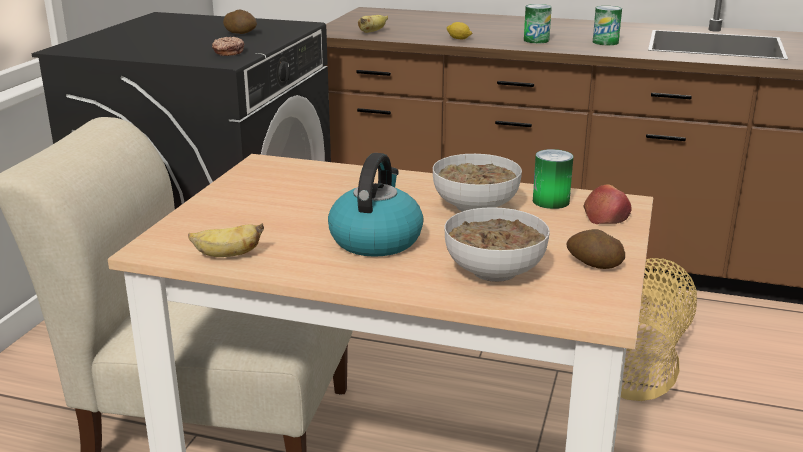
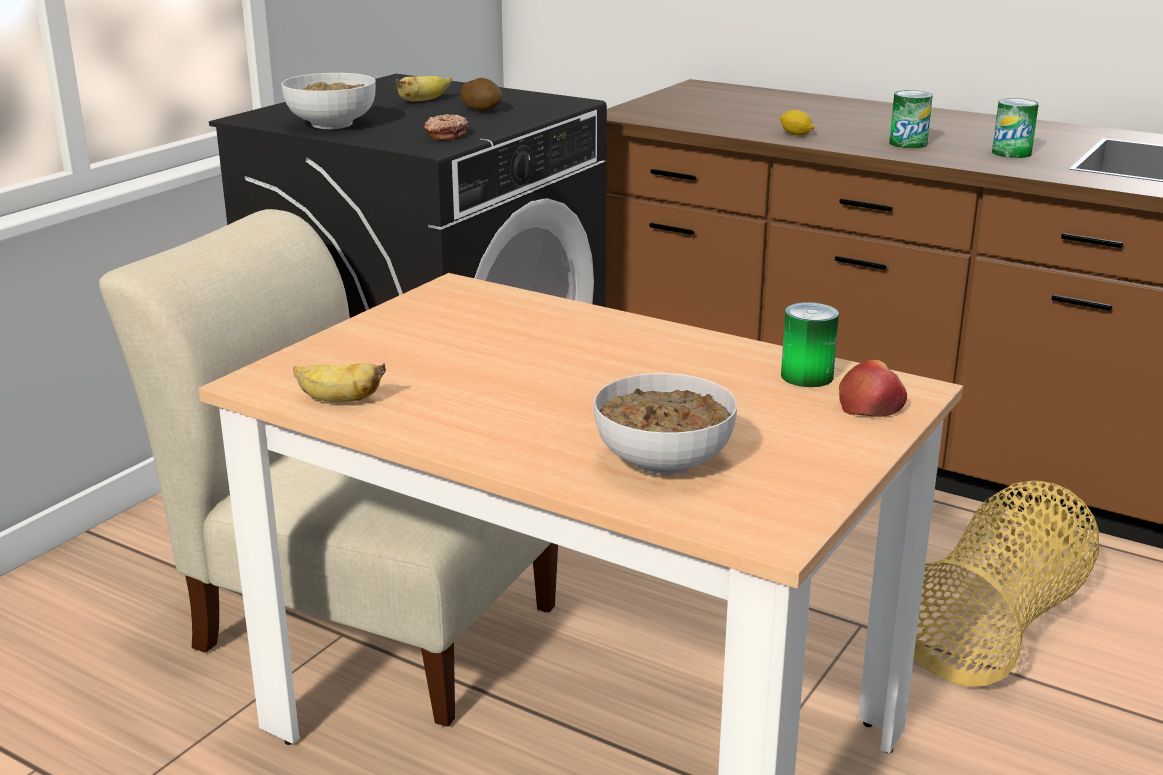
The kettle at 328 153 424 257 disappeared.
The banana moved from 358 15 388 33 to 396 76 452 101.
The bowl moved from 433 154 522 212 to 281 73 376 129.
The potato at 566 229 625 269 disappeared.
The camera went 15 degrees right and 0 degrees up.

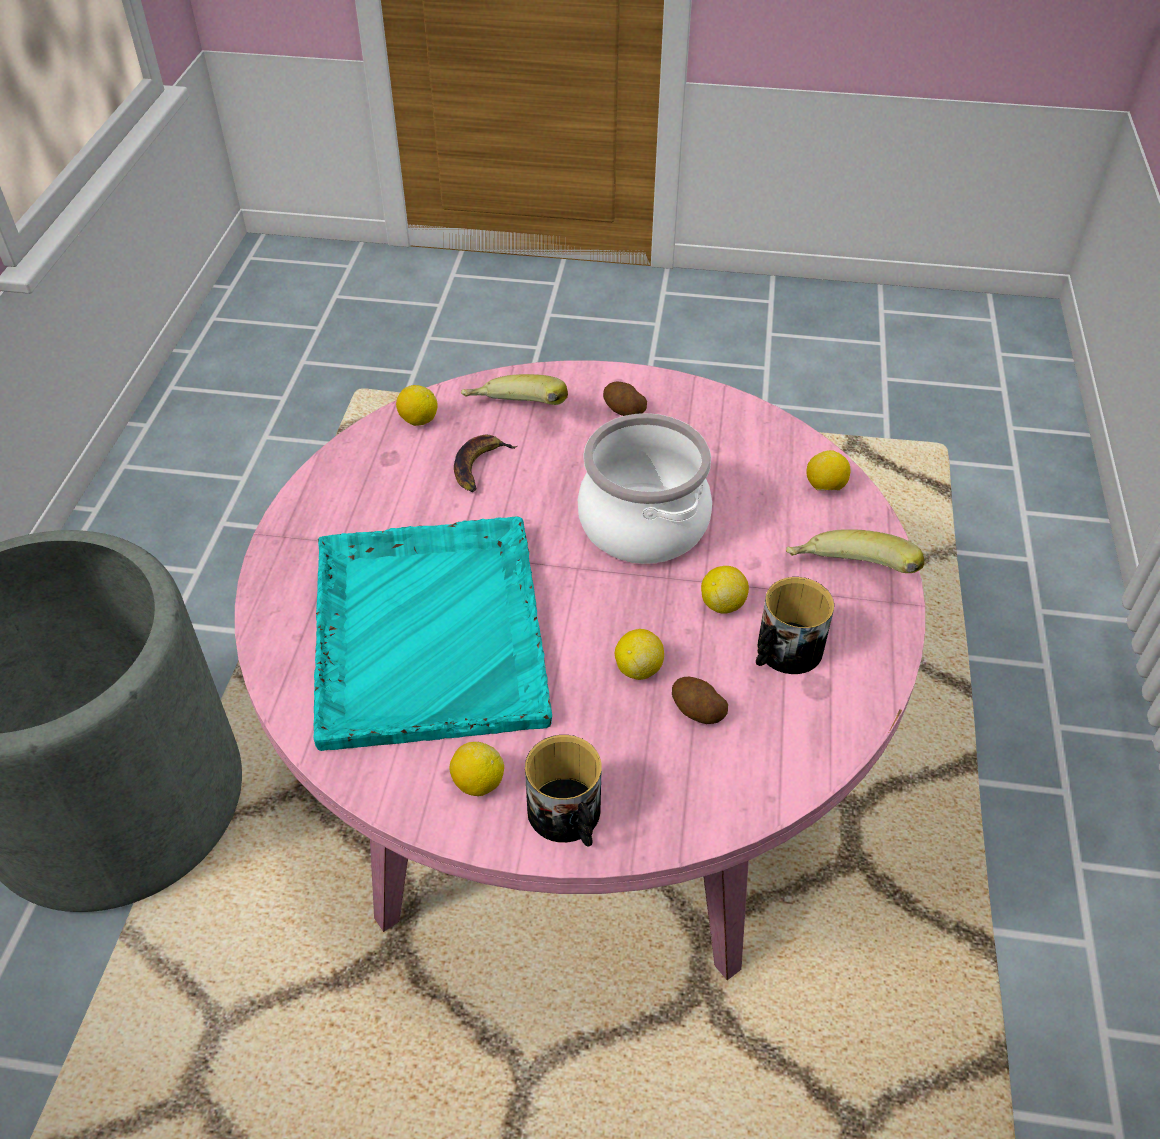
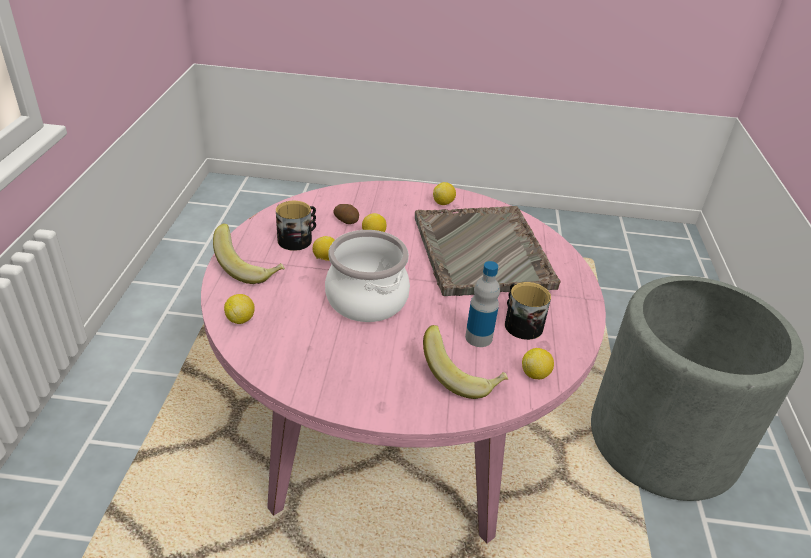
The turquoise tray at 314 516 552 751 became the grey tray at 415 206 561 296.
The banana at 454 435 518 492 was replaced by the bottle at 465 261 500 347.
The mug moved from 525 735 601 846 to 505 282 551 340.
The potato at 603 382 647 416 disappeared.
The camera went 175 degrees right and 10 degrees down.

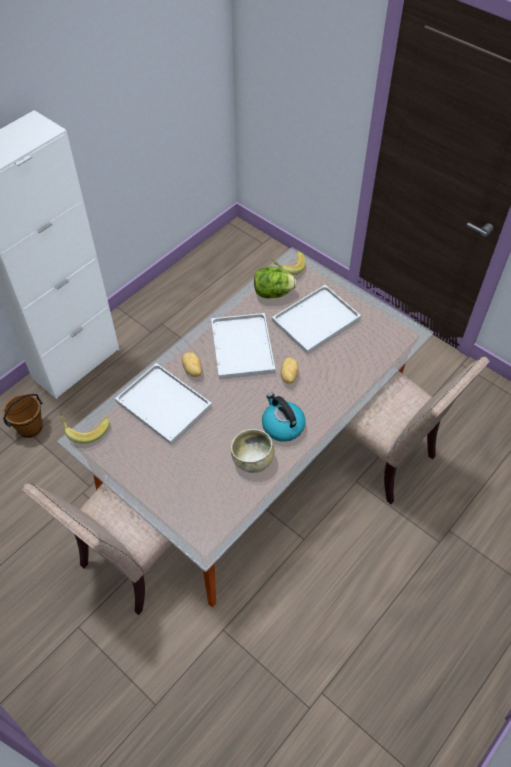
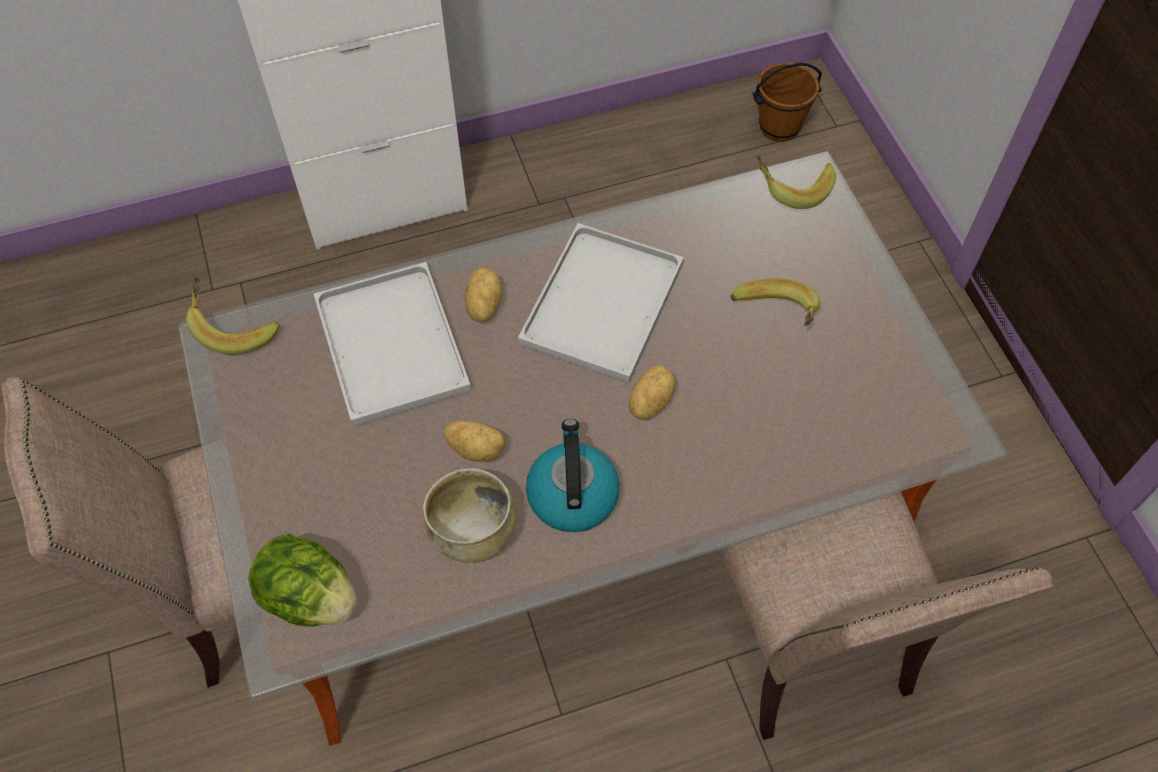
The brown bucket moved from 3 394 43 438 to 753 62 822 142.
The lettuce moved from 254 266 297 298 to 248 534 357 626.
The white tray at 272 285 361 354 was replaced by the banana at 730 278 820 326.
The potato at 444 420 506 462 appeared.
The camera went 30 degrees right and 5 degrees up.

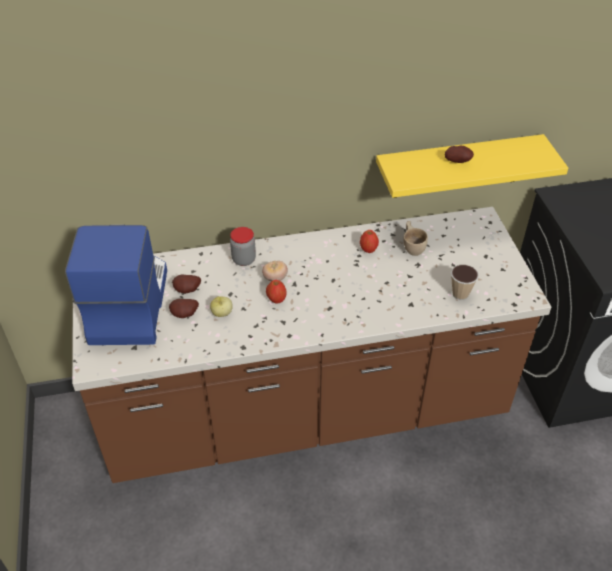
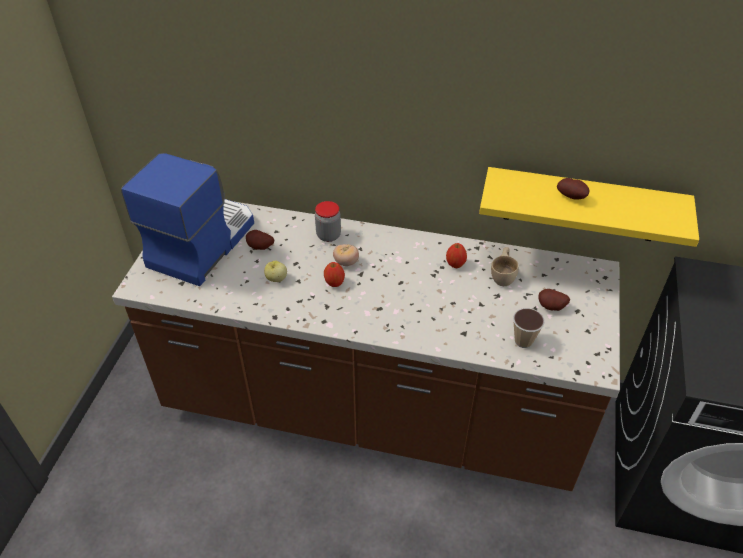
The potato moved from 169 299 199 318 to 538 289 570 311.
The camera went 25 degrees right and 0 degrees up.

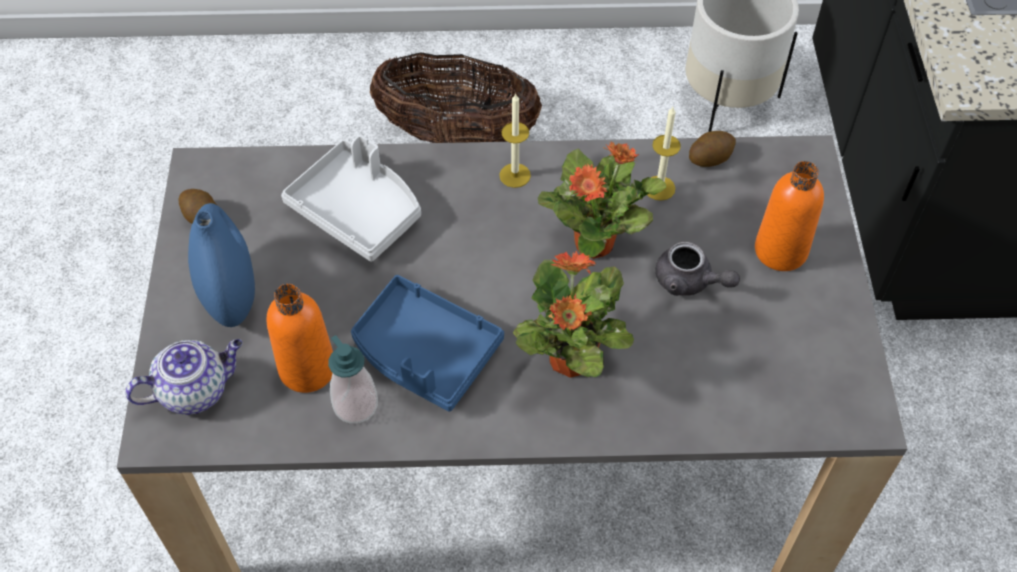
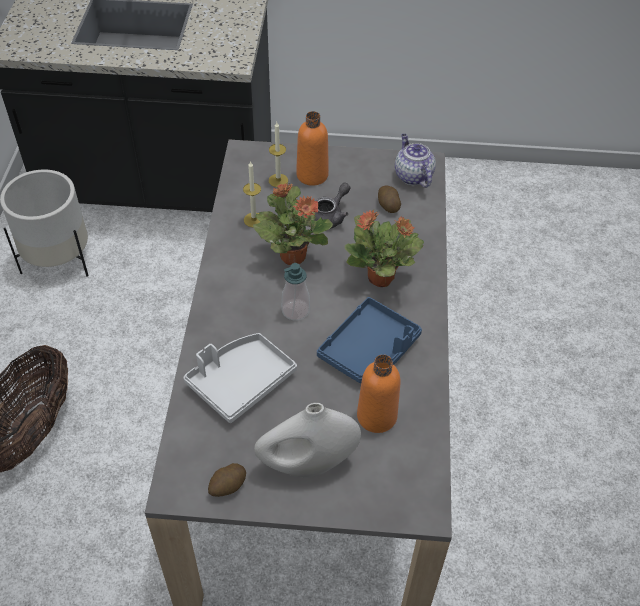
The teapot moved from 125 339 242 415 to 395 134 436 188.
The blue vase at 188 203 255 327 became the white vase at 254 403 361 478.
The soap dispenser moved from 328 335 378 424 to 281 263 310 321.
The candle moved from 499 93 531 188 to 269 122 288 187.
The potato moved from 689 131 736 167 to 378 186 401 213.
The camera went 85 degrees left and 5 degrees down.

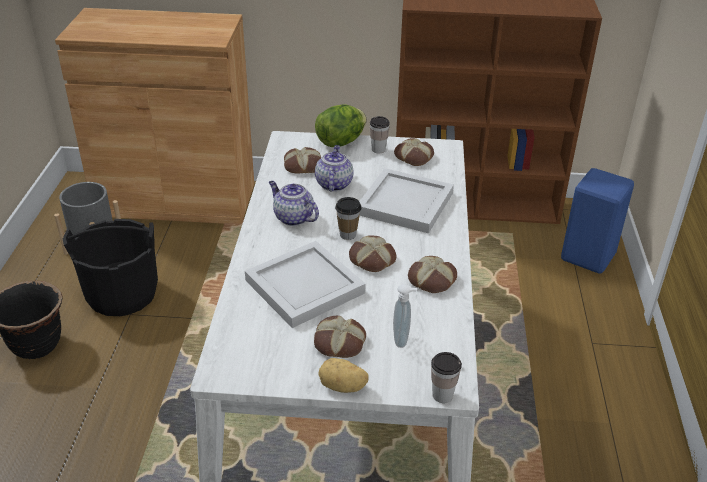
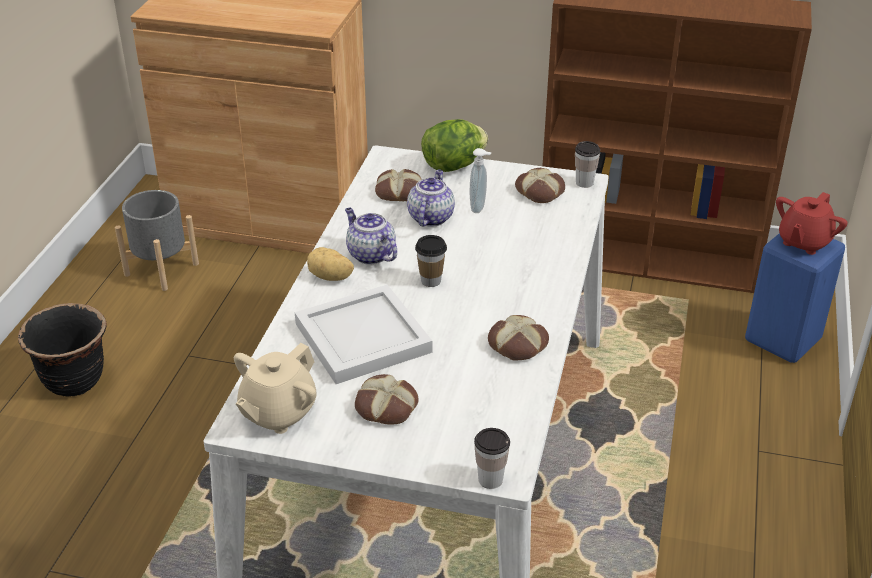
The black bucket at 63 219 158 316 disappeared.
The potato moved from 318 358 369 393 to 307 247 354 281.
The bread at 349 235 396 272 disappeared.
The white tray at 359 168 454 233 disappeared.
The cup moved from 370 116 390 153 to 575 141 600 188.
The soap dispenser moved from 393 284 417 348 to 469 148 492 213.
The beige teapot at 234 343 317 434 appeared.
The red teapot at 776 192 847 255 appeared.
The camera went 10 degrees right and 0 degrees up.

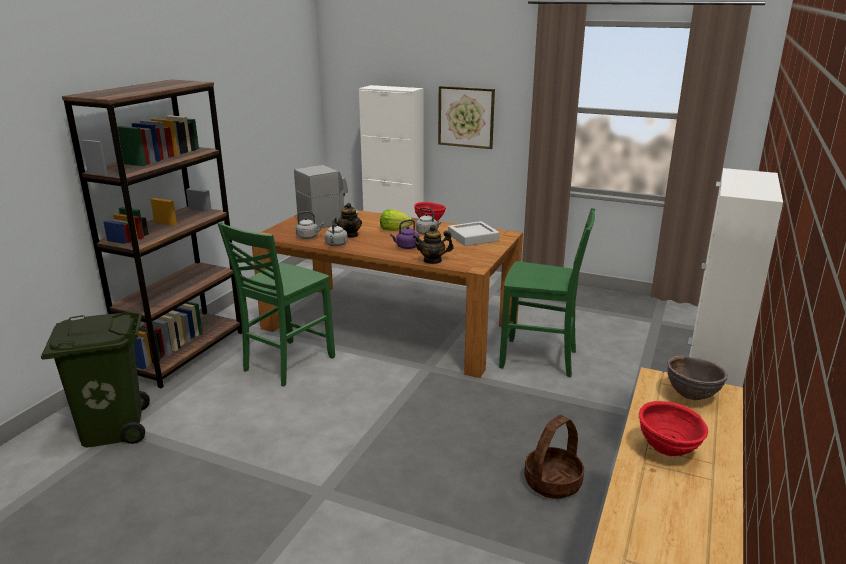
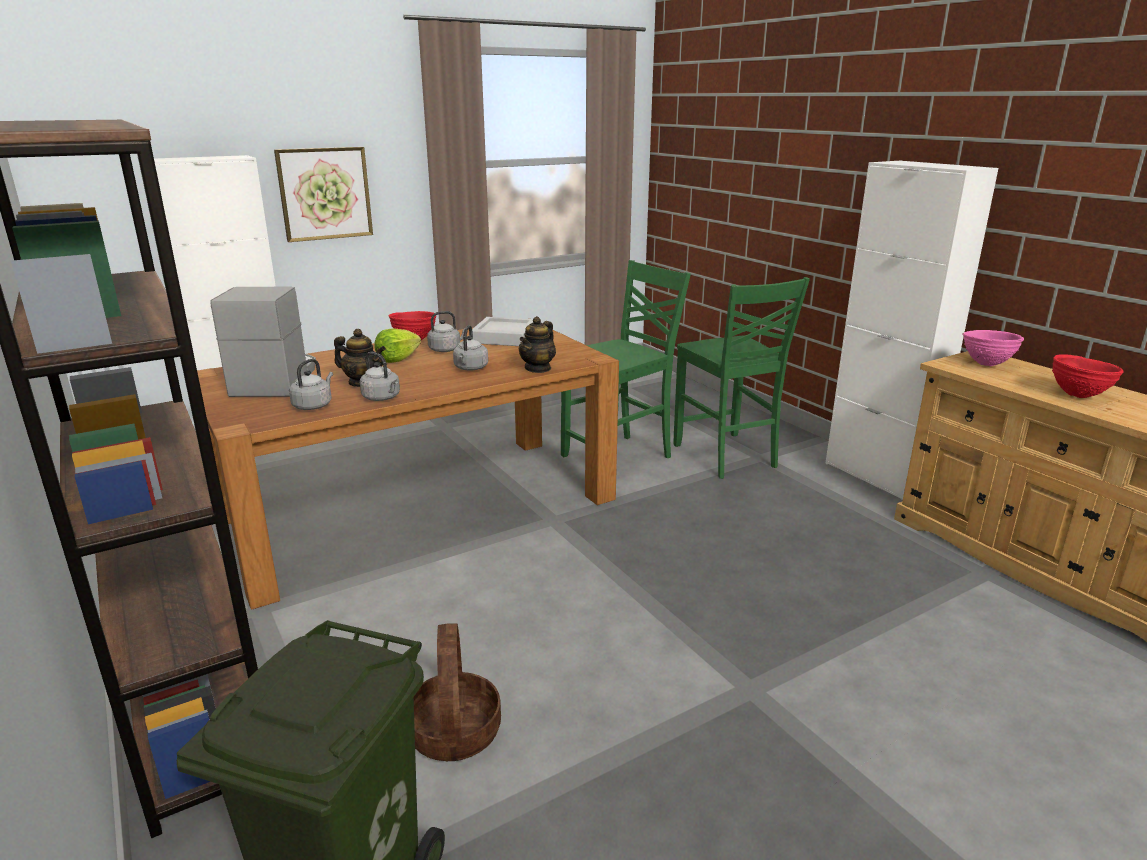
The green chair moved from 217 222 335 386 to 673 277 810 479.
The purple kettle at 390 219 419 249 became the grey kettle at 453 325 488 371.
The basket moved from 524 415 584 499 to 414 623 501 761.
The brown bowl at 668 356 728 400 became the pink bowl at 962 330 1024 366.
The camera went 55 degrees left and 0 degrees up.

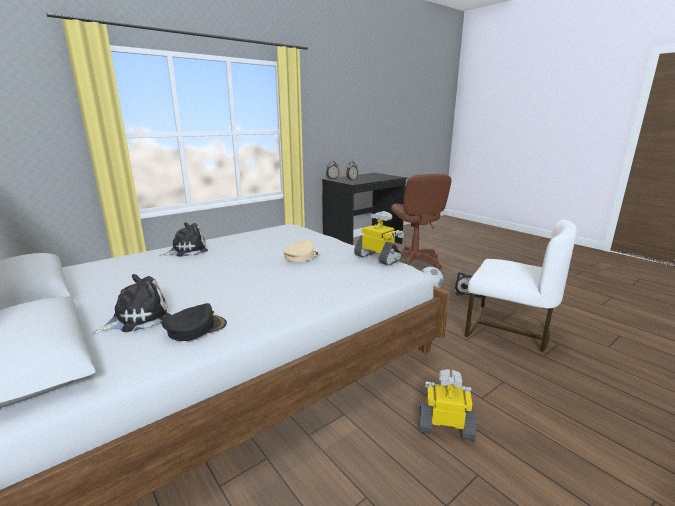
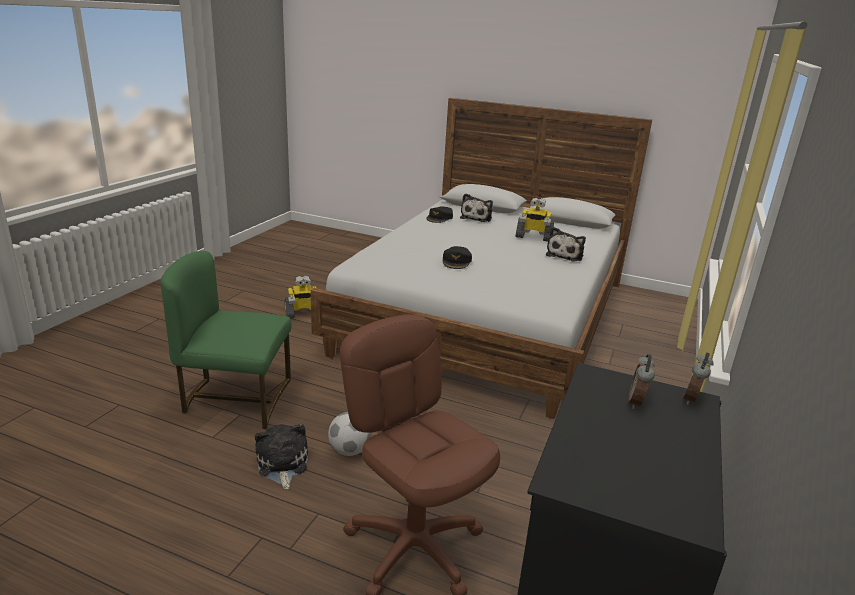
The beige cap at 283 239 319 262 became the black cap at 443 246 472 269.
The toy robot moved from 354 211 404 265 to 515 198 554 242.
The white chair at 465 220 577 352 became the green chair at 160 251 292 429.
The camera went 150 degrees right and 5 degrees up.

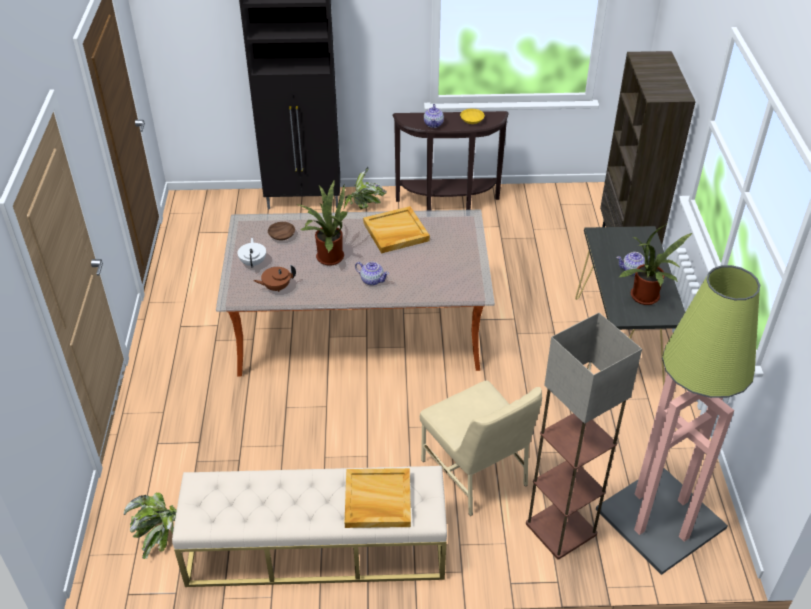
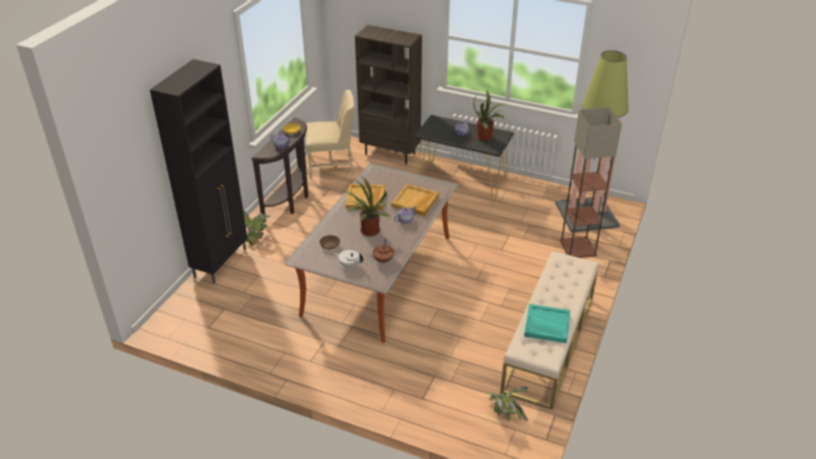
The beige tray moved from 344 468 411 528 to 391 184 439 216.
The beige chair moved from 420 380 542 516 to 305 90 355 178.
The turquoise tray at 524 304 570 343 appeared.
The camera went 65 degrees left and 5 degrees down.

